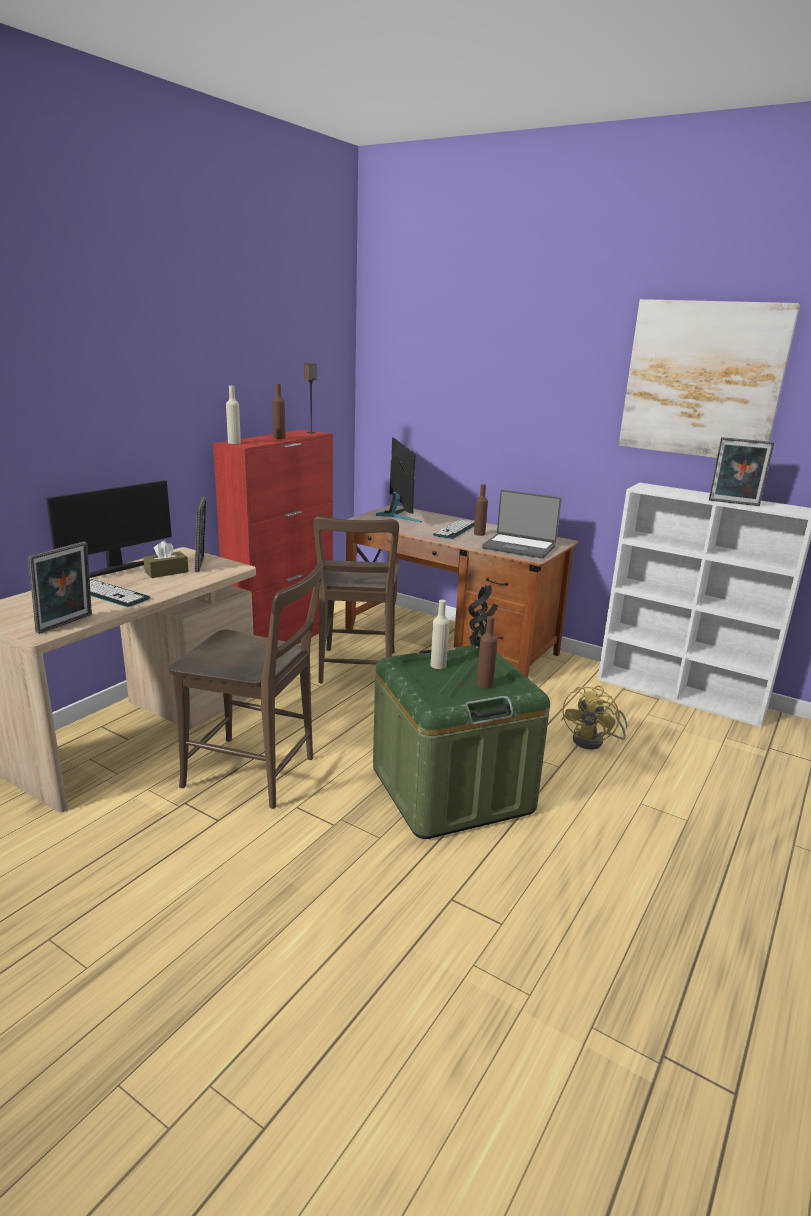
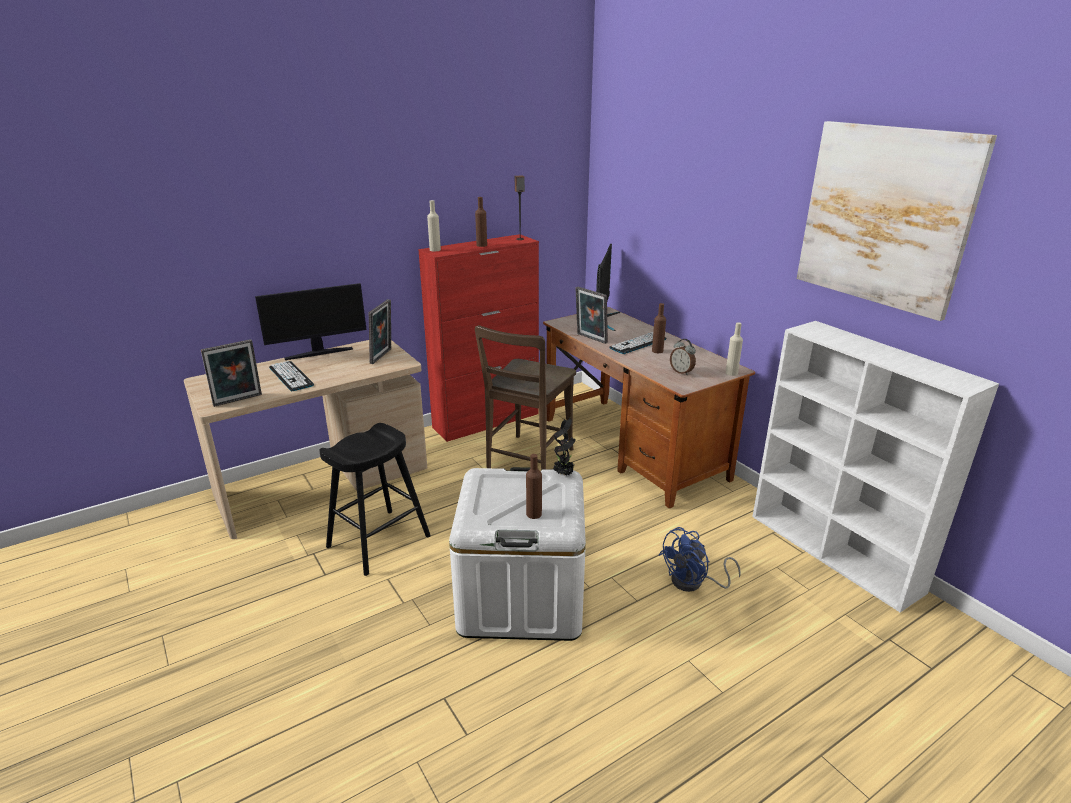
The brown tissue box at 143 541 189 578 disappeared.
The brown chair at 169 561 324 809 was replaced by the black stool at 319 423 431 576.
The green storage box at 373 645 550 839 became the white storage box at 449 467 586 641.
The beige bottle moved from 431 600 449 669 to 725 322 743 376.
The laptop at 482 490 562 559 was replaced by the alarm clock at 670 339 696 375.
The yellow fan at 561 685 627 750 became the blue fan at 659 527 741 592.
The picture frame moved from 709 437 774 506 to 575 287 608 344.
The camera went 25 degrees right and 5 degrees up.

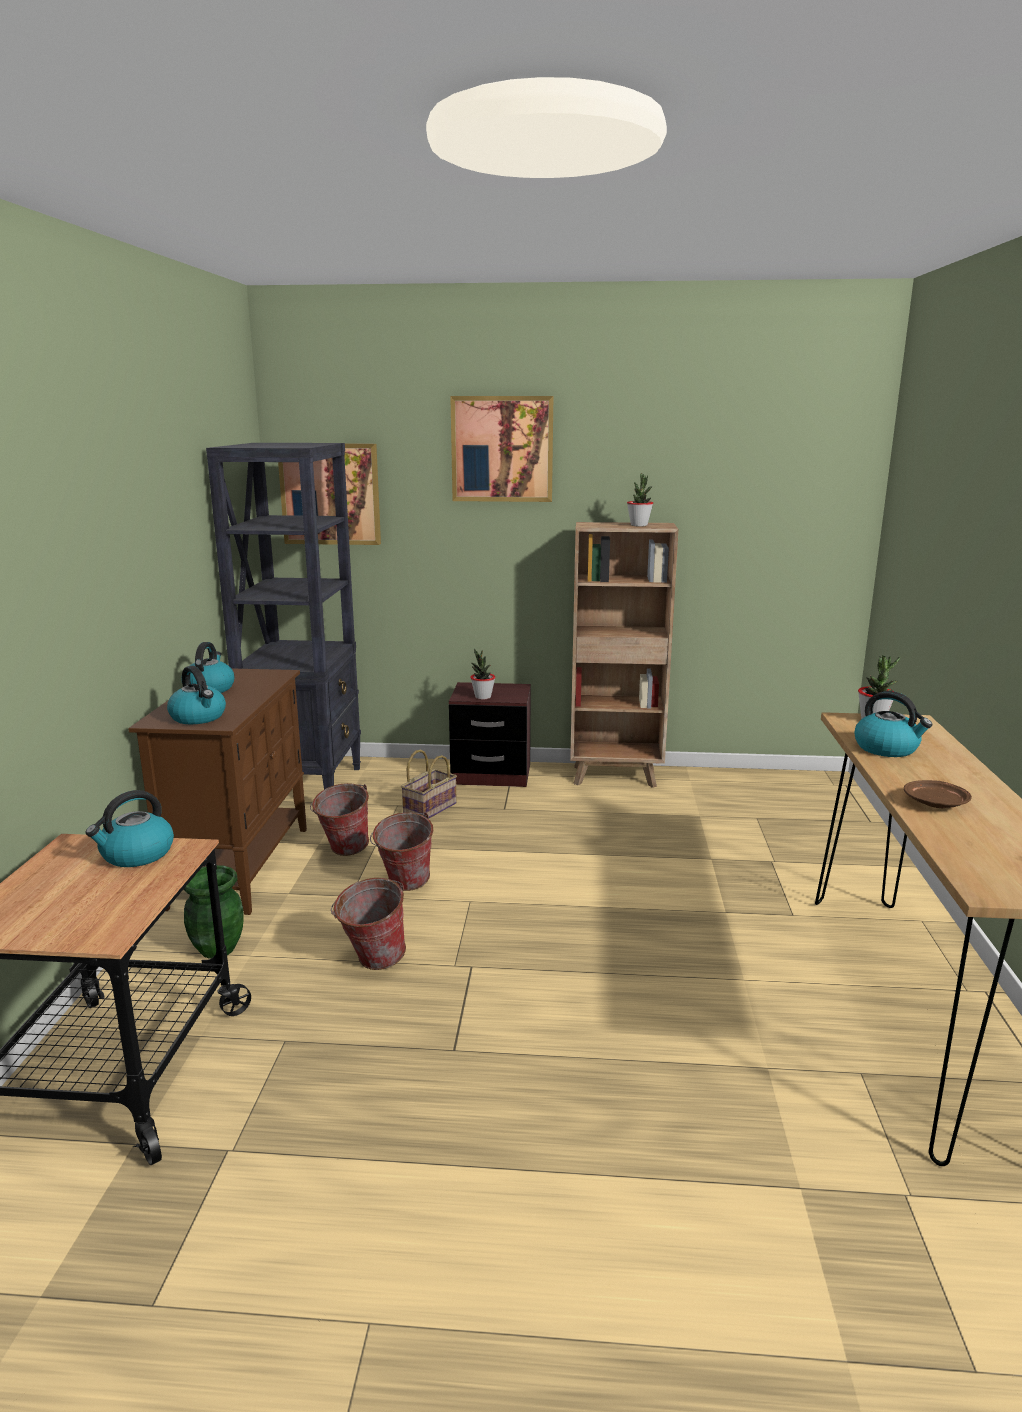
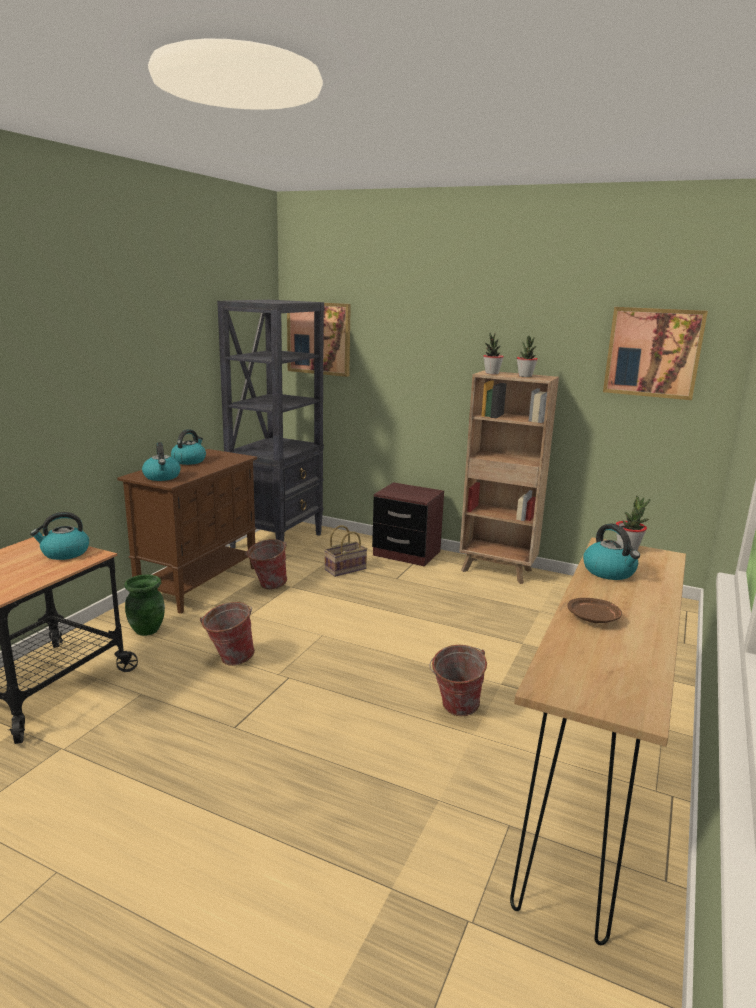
The bucket moved from 370 812 433 891 to 429 645 487 716.
The picture moved from 450 396 553 502 to 603 307 708 400.
The potted plant moved from 470 649 495 700 to 483 333 504 375.
The camera went 20 degrees right and 0 degrees up.

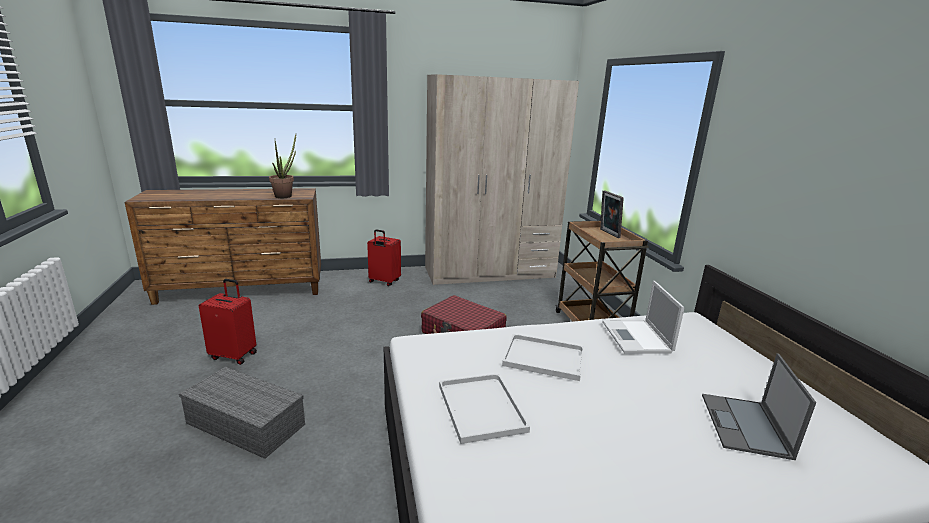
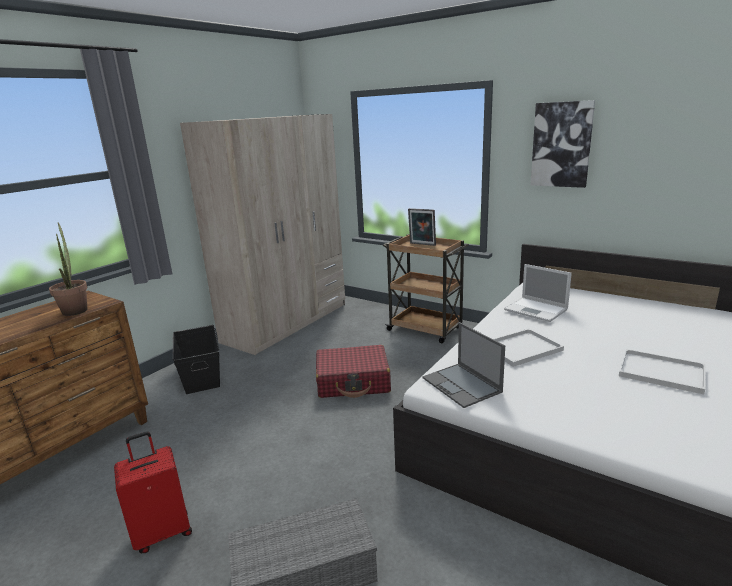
The red suitcase at 367 229 401 286 was replaced by the black storage box at 173 325 220 394.
The white tray moved from 439 373 530 444 to 619 349 705 394.
The laptop moved from 702 353 816 460 to 422 322 505 408.
The picture at 530 100 595 188 appeared.
The camera went 40 degrees left and 0 degrees up.

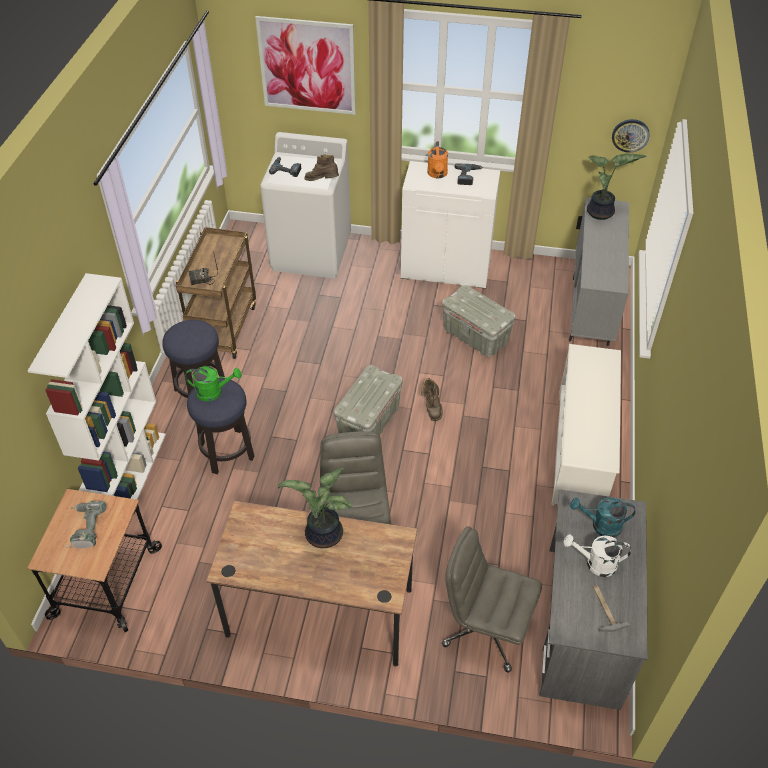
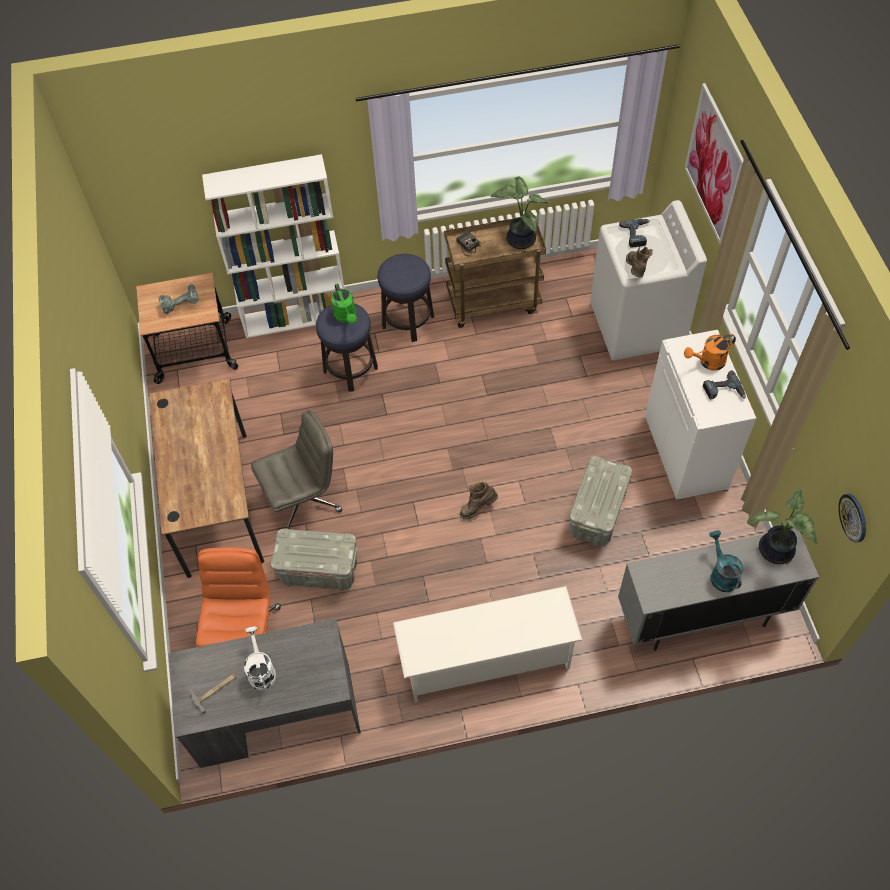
The potted plant moved from 278 468 352 548 to 490 176 551 249.
The grey storage box moved from 334 365 403 435 to 271 529 357 591.
The grey office chair at 442 526 542 672 became the orange office chair at 195 547 281 647.
The turquoise watering can moved from 570 498 635 537 to 709 530 743 592.
The camera went 70 degrees right and 10 degrees up.

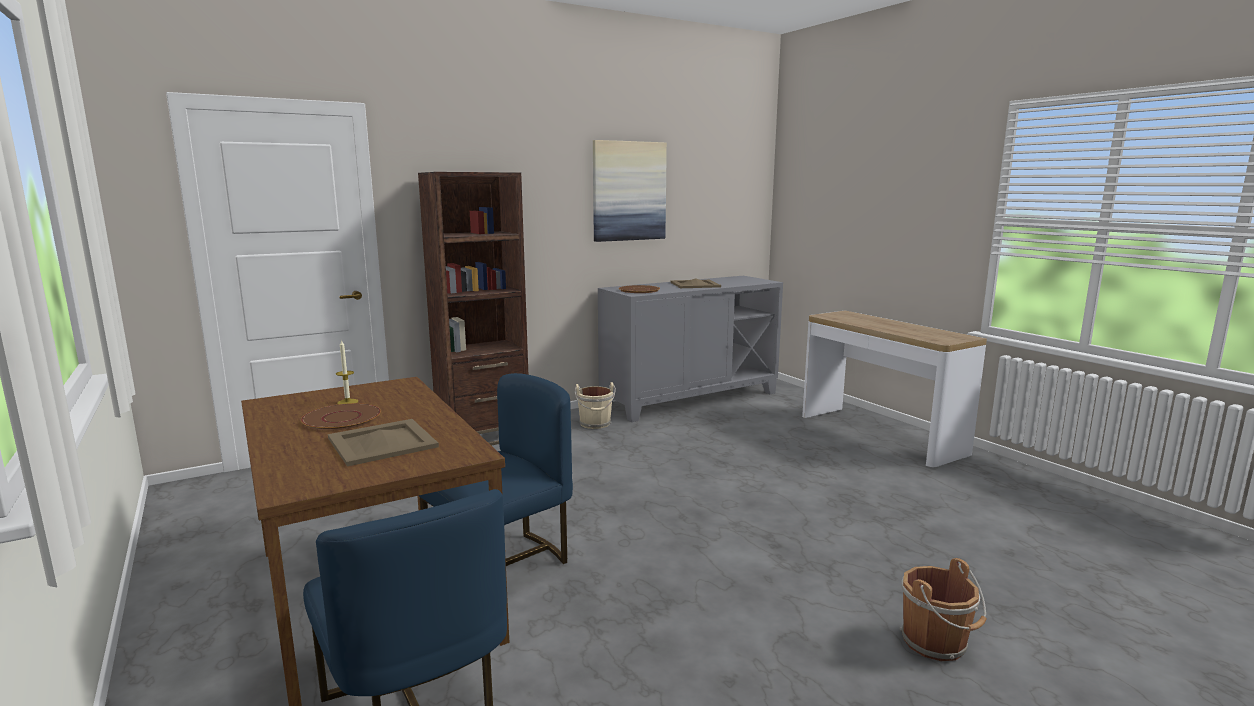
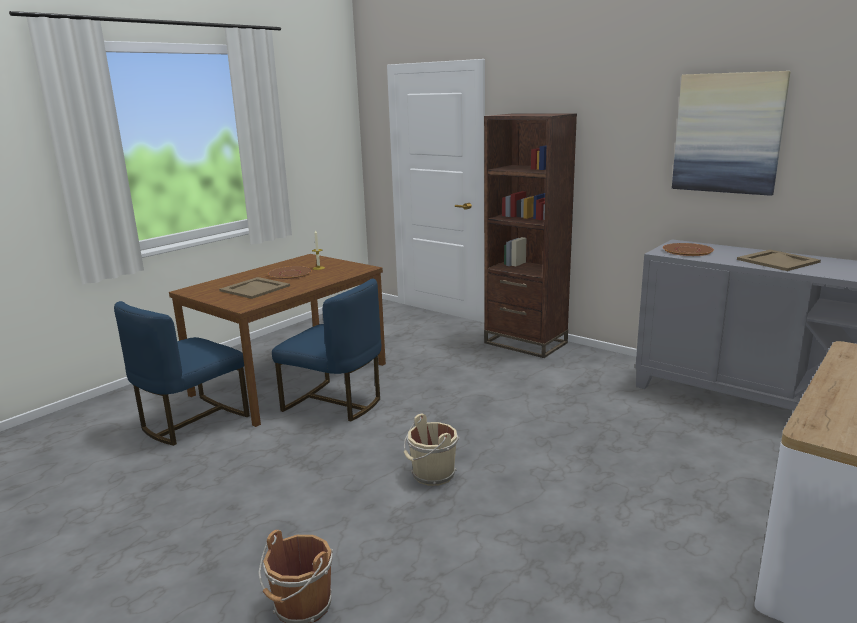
The beige bucket moved from 575 382 616 429 to 404 414 460 486.
The camera went 70 degrees right and 5 degrees up.

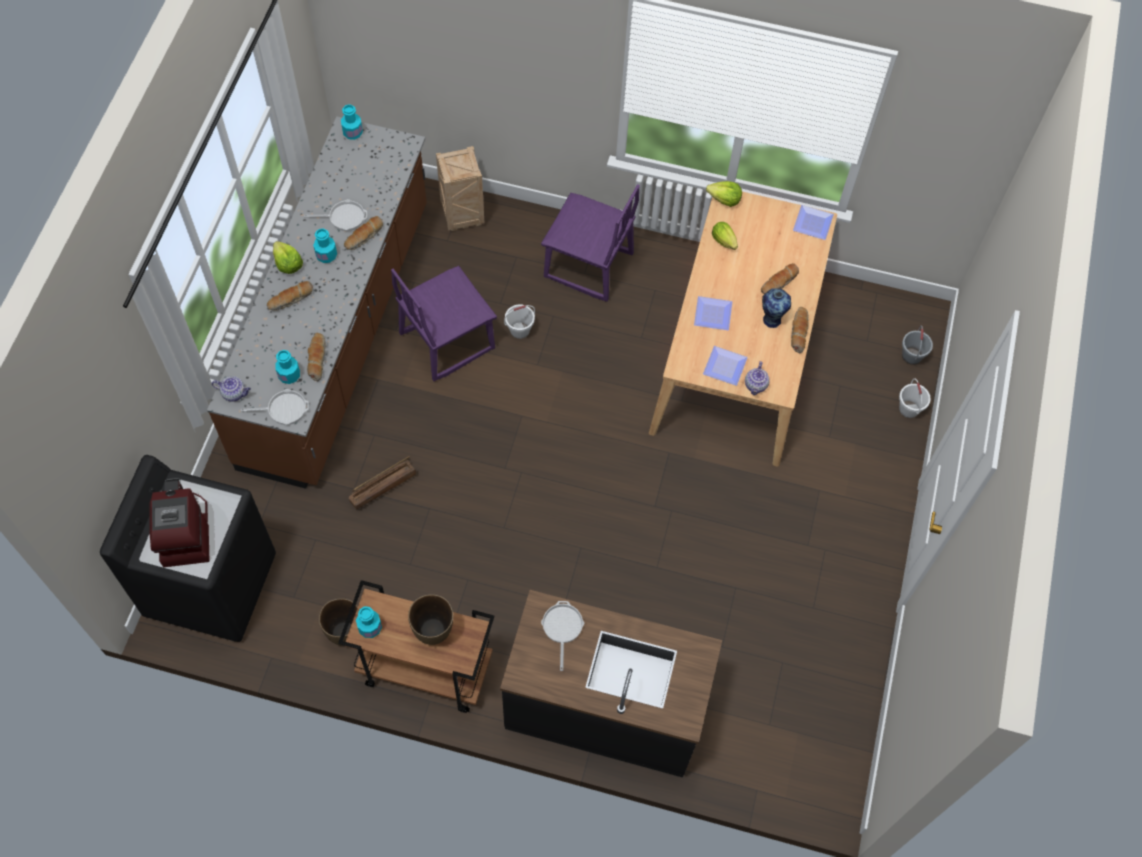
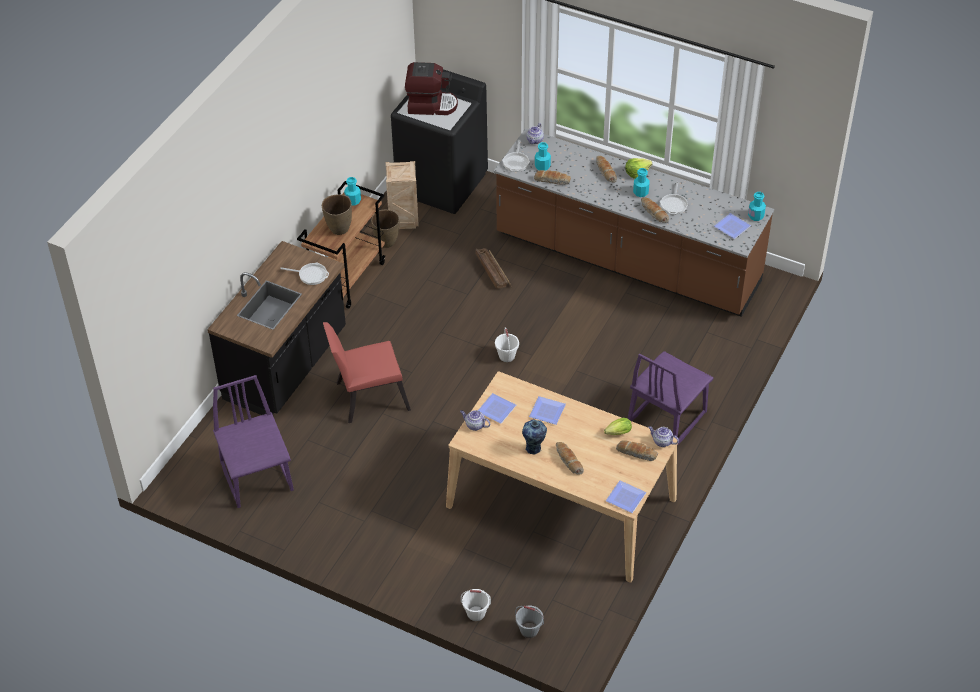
The purple chair moved from 391 266 497 381 to 213 375 294 508.
The crate moved from 436 146 484 231 to 386 161 419 229.
The white bucket moved from 504 304 535 339 to 495 327 519 362.
The lettuce at 706 181 742 207 was replaced by the teapot at 648 426 679 447.
The bread moved from 791 307 809 354 to 616 440 658 461.
The red chair at 323 322 411 423 appeared.
The plate at 714 213 751 239 appeared.
The camera went 105 degrees right and 15 degrees down.

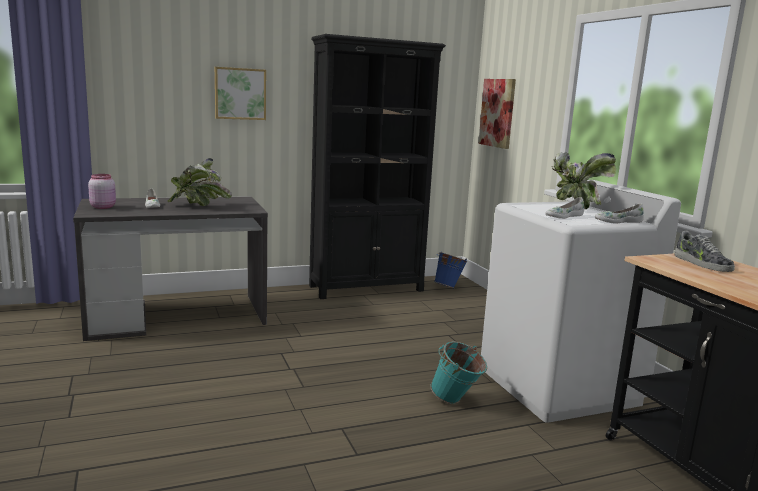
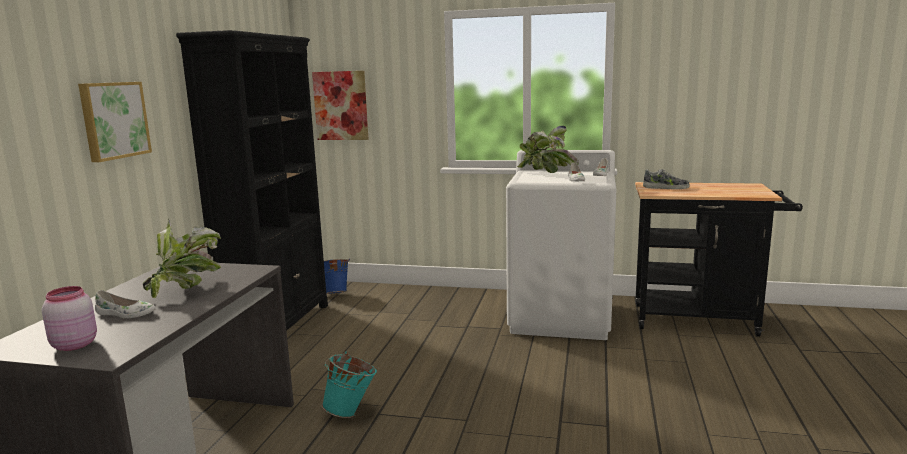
The turquoise bucket moved from 430 341 487 404 to 322 352 377 418.
The camera went 55 degrees left and 0 degrees up.

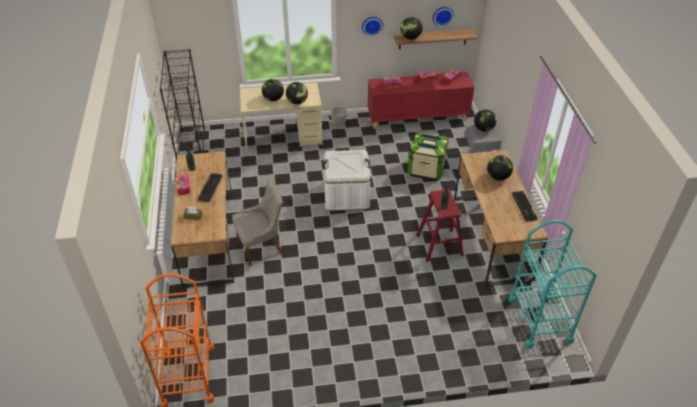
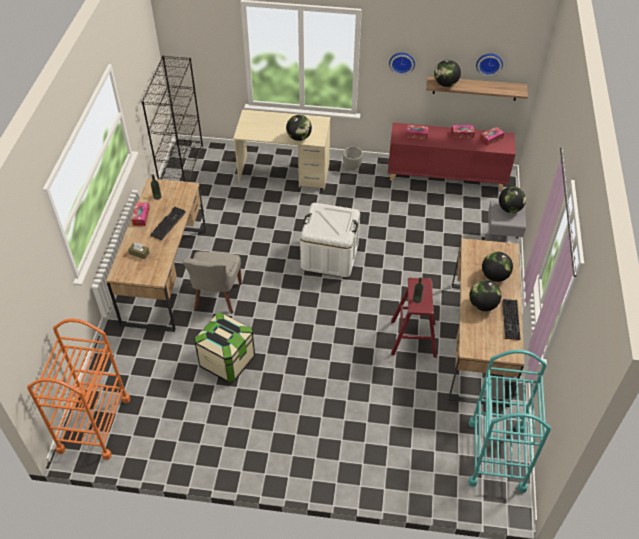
The grey chair at 232 179 283 266 turned 105 degrees clockwise.
The globe moved from 262 79 284 101 to 469 280 501 311.
The storage box moved from 408 132 448 181 to 194 312 255 383.
The camera went 15 degrees right and 5 degrees up.

